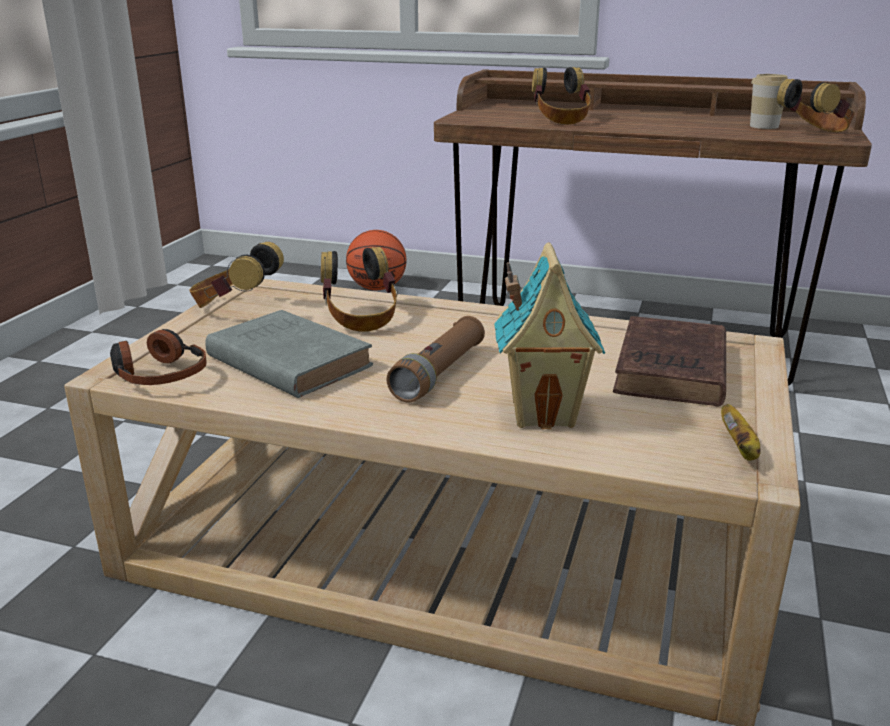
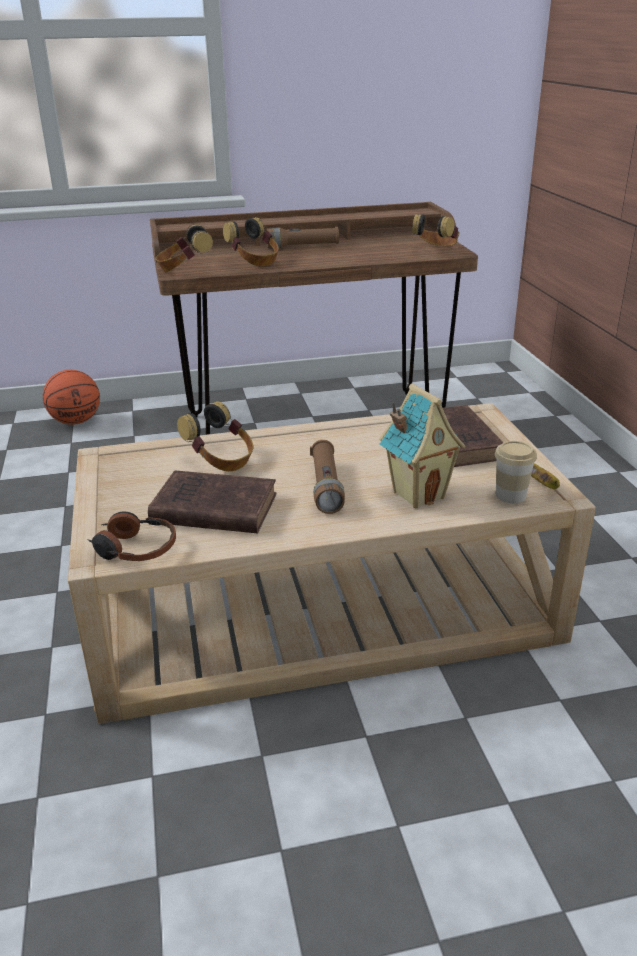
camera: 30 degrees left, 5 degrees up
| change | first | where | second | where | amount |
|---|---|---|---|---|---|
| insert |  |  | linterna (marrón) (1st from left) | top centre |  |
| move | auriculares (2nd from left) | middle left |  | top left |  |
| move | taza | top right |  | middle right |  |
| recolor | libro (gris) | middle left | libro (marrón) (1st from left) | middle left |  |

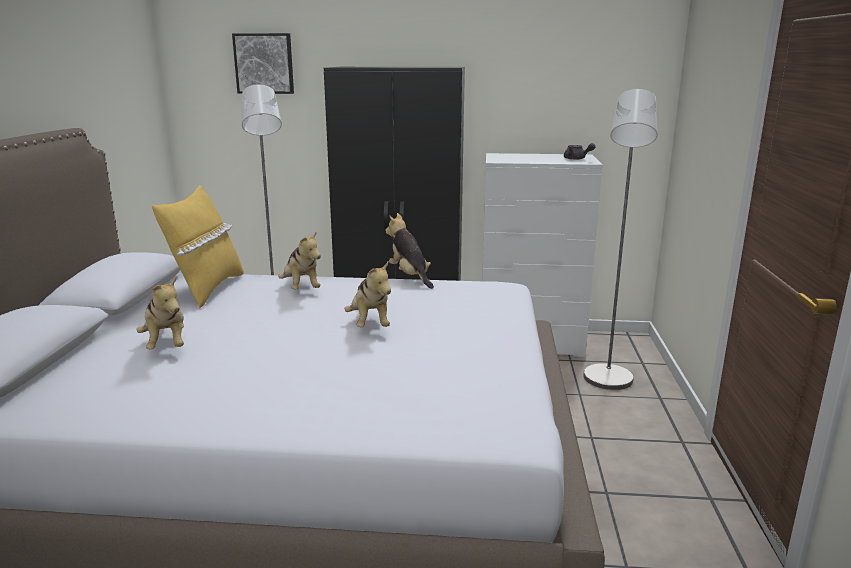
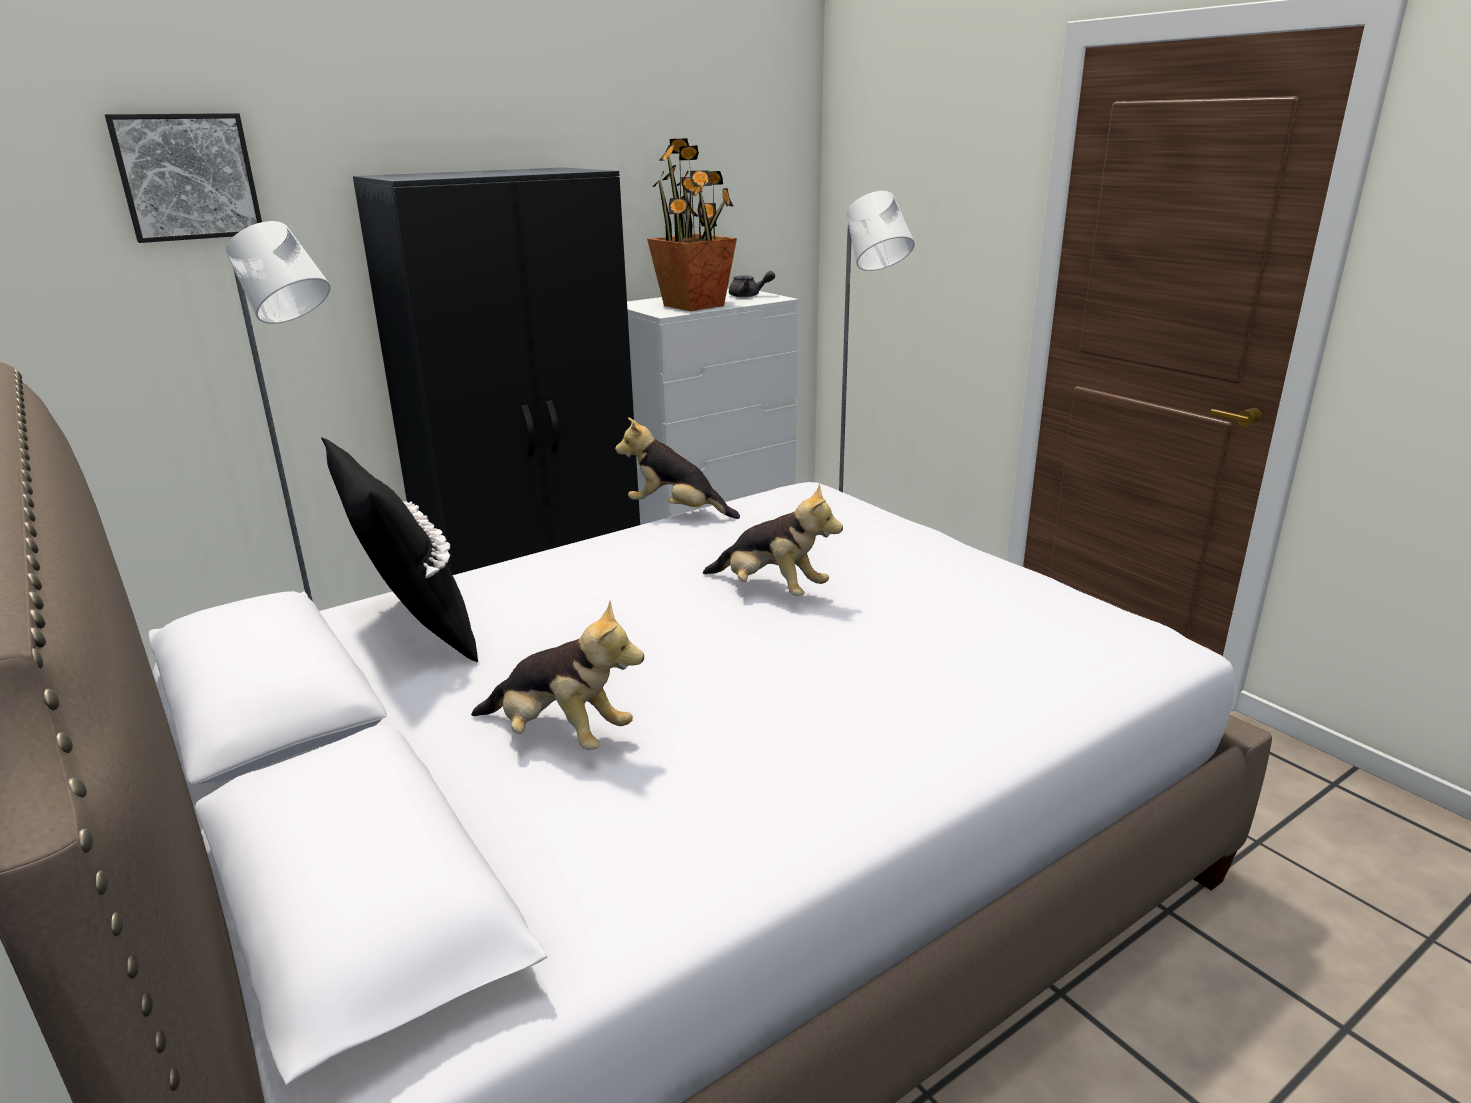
camera: 40 degrees left, 5 degrees up
| change | first | where | second | where | amount |
|---|---|---|---|---|---|
| delete | peluche (2nd from left) | centre |  |  |  |
| insert |  |  | planta en maceta | top centre |  |
| recolor | cojín (amarillo) | middle left | cojín (negro) | middle left |  |

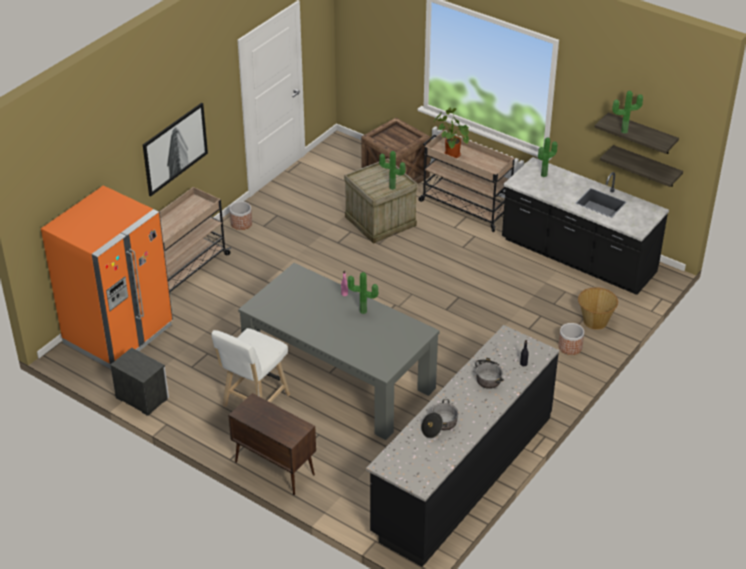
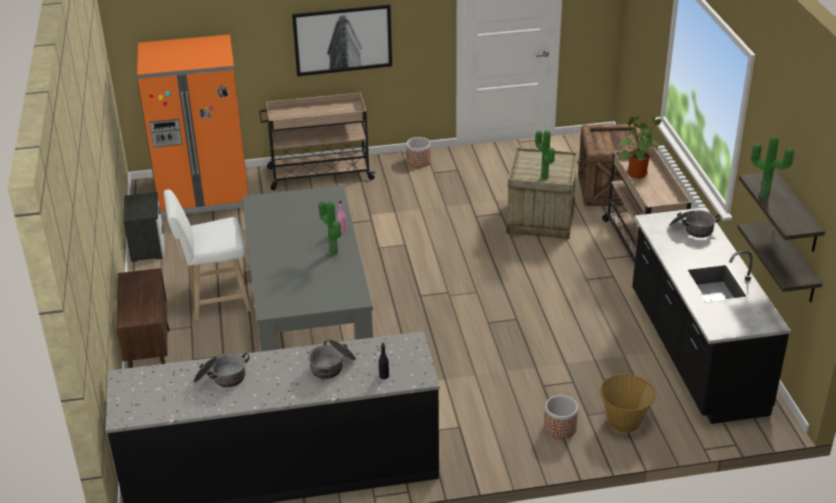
camera: 45 degrees right, 5 degrees down
| change | first | where | second | where | amount |
|---|---|---|---|---|---|
| replace | planta en maceta (4th from left) | top right | olla (3rd from left) | middle right |  |

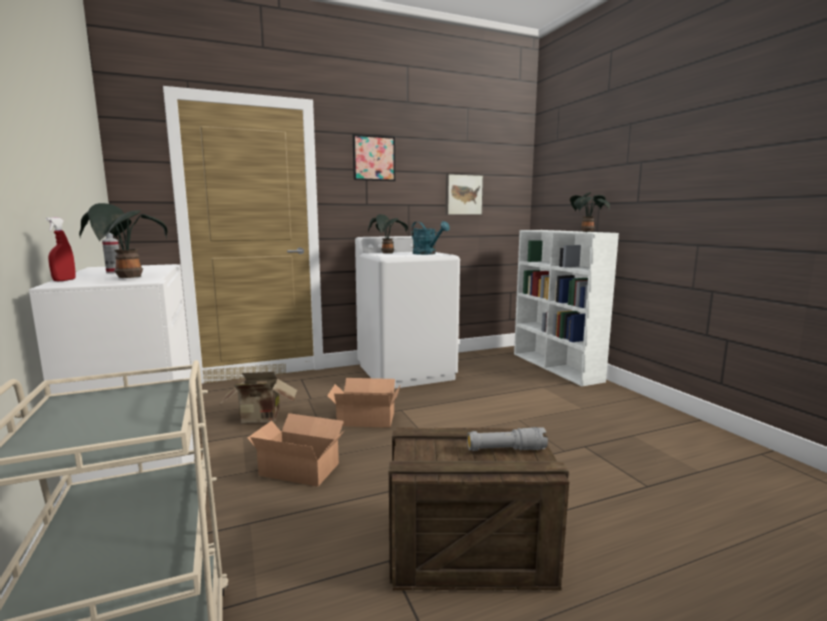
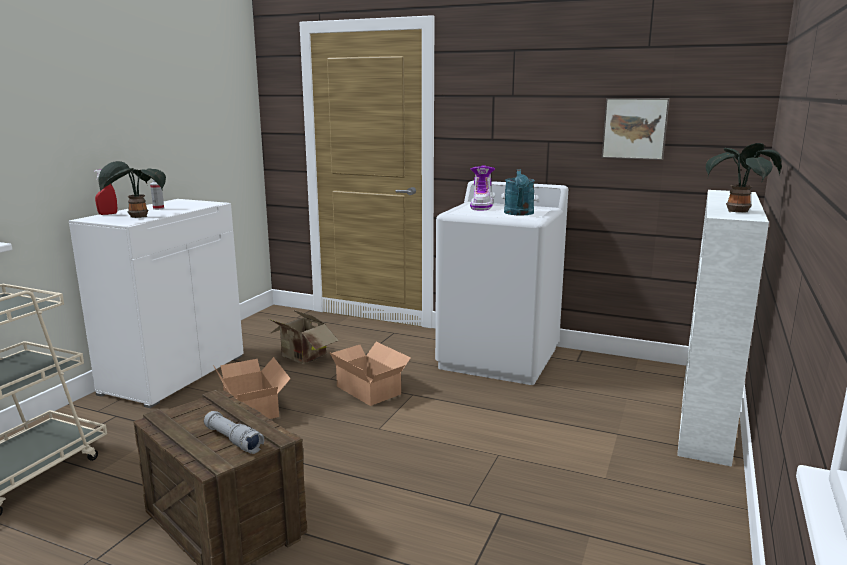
camera: 45 degrees right, 5 degrees up
| change | first | where | second | where | amount |
|---|---|---|---|---|---|
| delete | cuadro (1st from left) | top centre |  |  |  |
| replace | planta en maceta (2nd from left) | centre | bota | top centre |  |

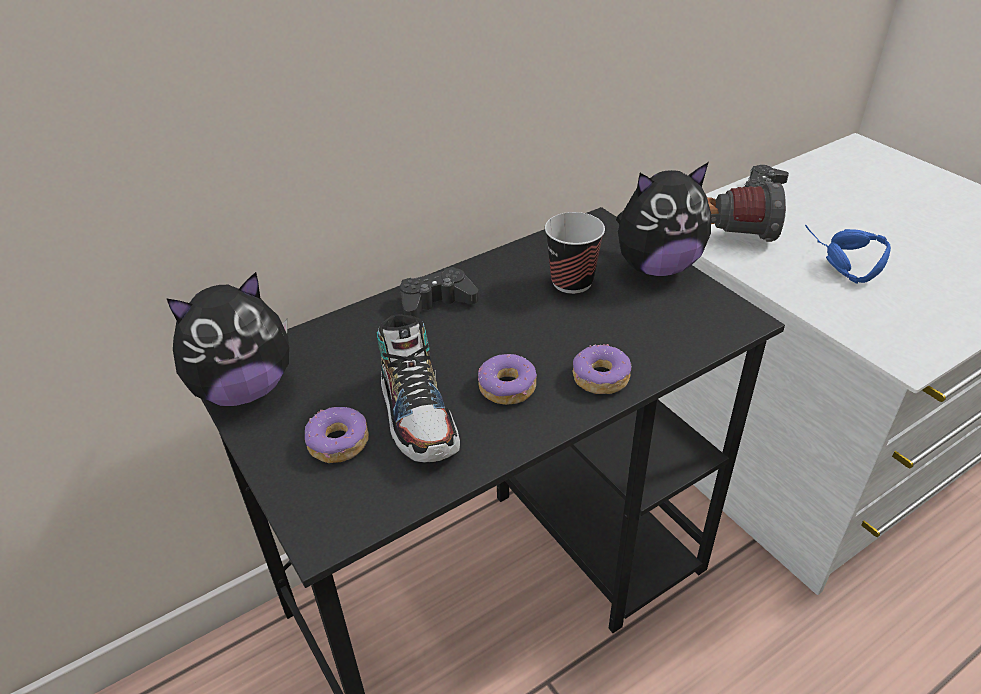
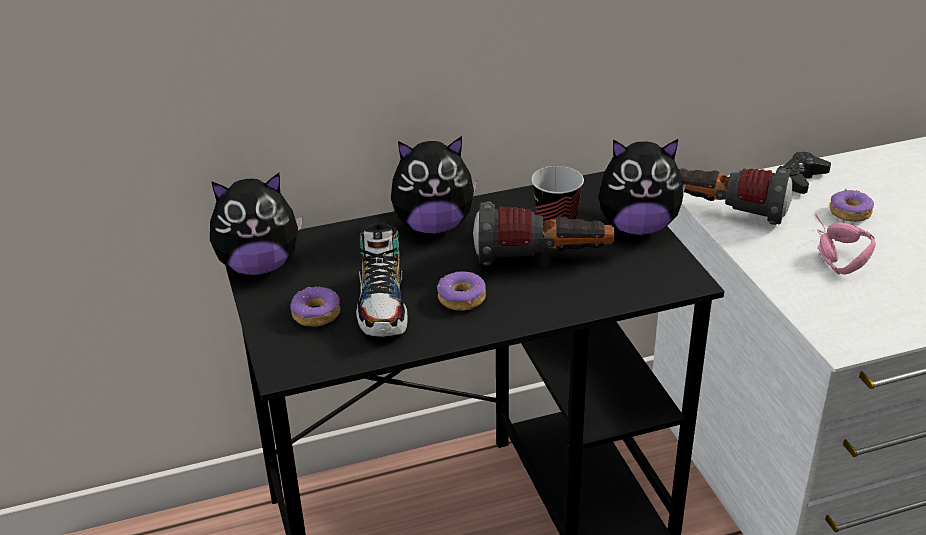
camera: 15 degrees right, 5 degrees down
| change | first | where | second | where | amount |
|---|---|---|---|---|---|
| insert |  |  | linterna (1st from left) | centre |  |
| move | rosquilla (3rd from left) | centre |  | middle right |  |
| replace | mando de consola (negro) (1st from left) | centre | peluche (2nd from left) | centre |  |
| recolor | auriculares (azul) | middle right | auriculares (rosa) | middle right |  |

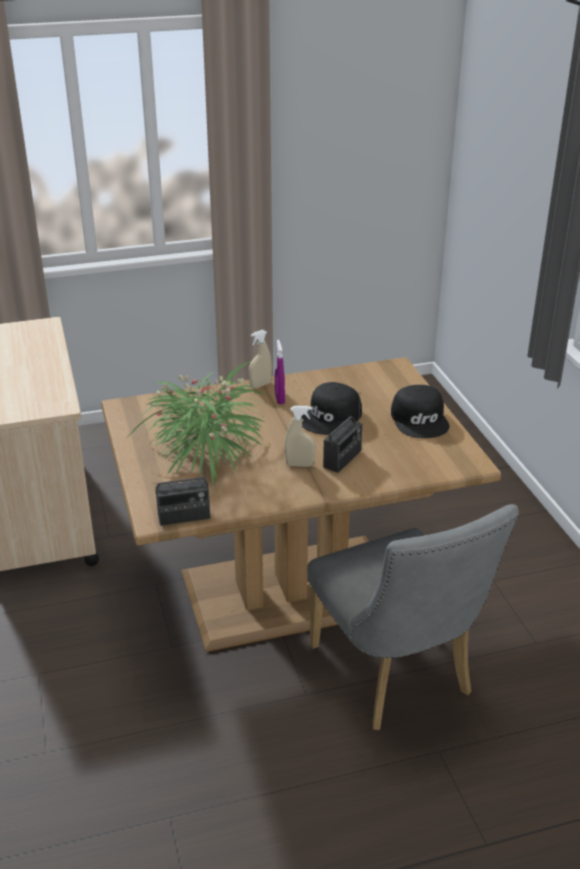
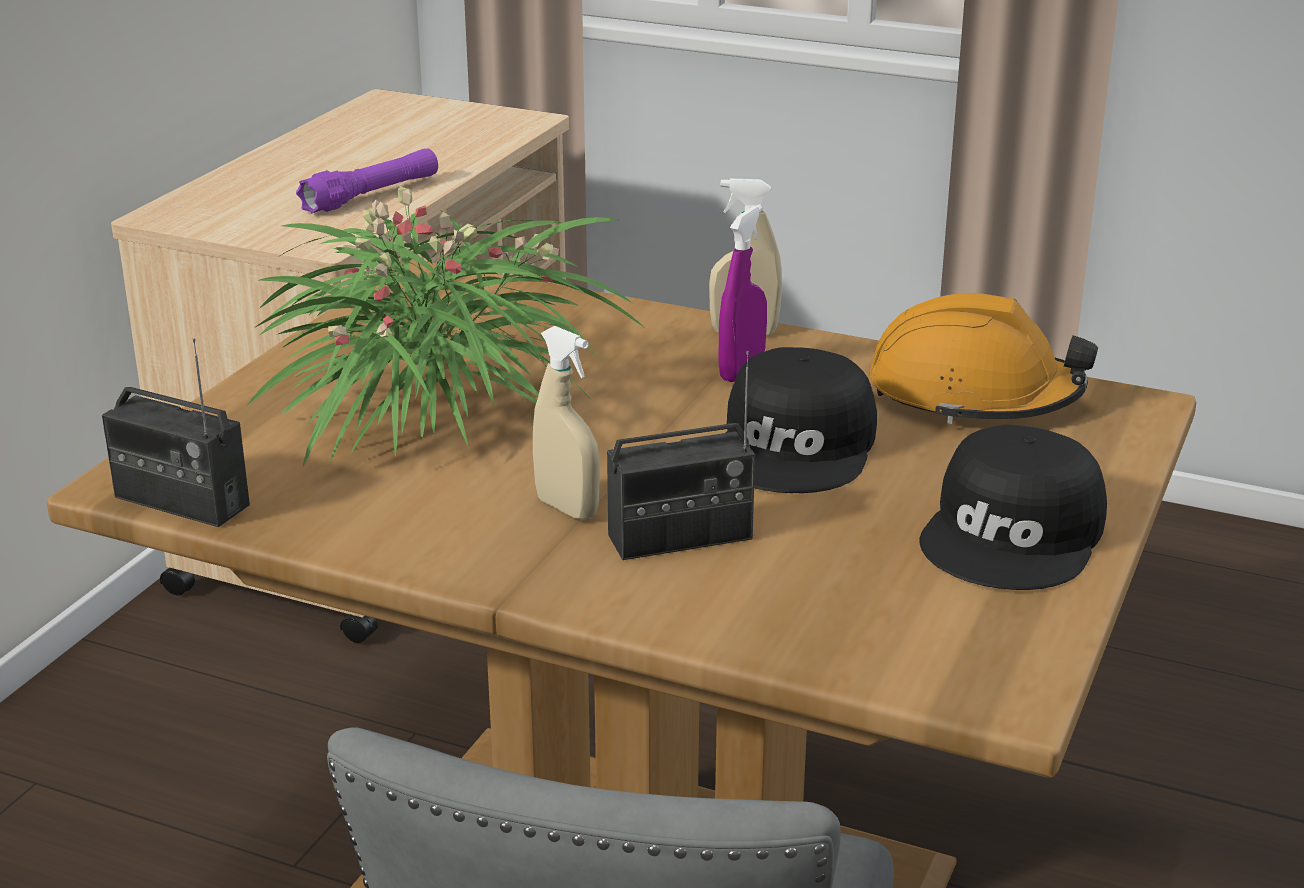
camera: 40 degrees right, 5 degrees down
| change | first | where | second | where | amount |
|---|---|---|---|---|---|
| insert |  |  | linterna (morado) | top left |  |
| insert |  |  | casco (naranja) | middle right |  |
| rotate | gorra (negro) (1st from left) | centre |  | centre | 60 degrees counterclockwise |

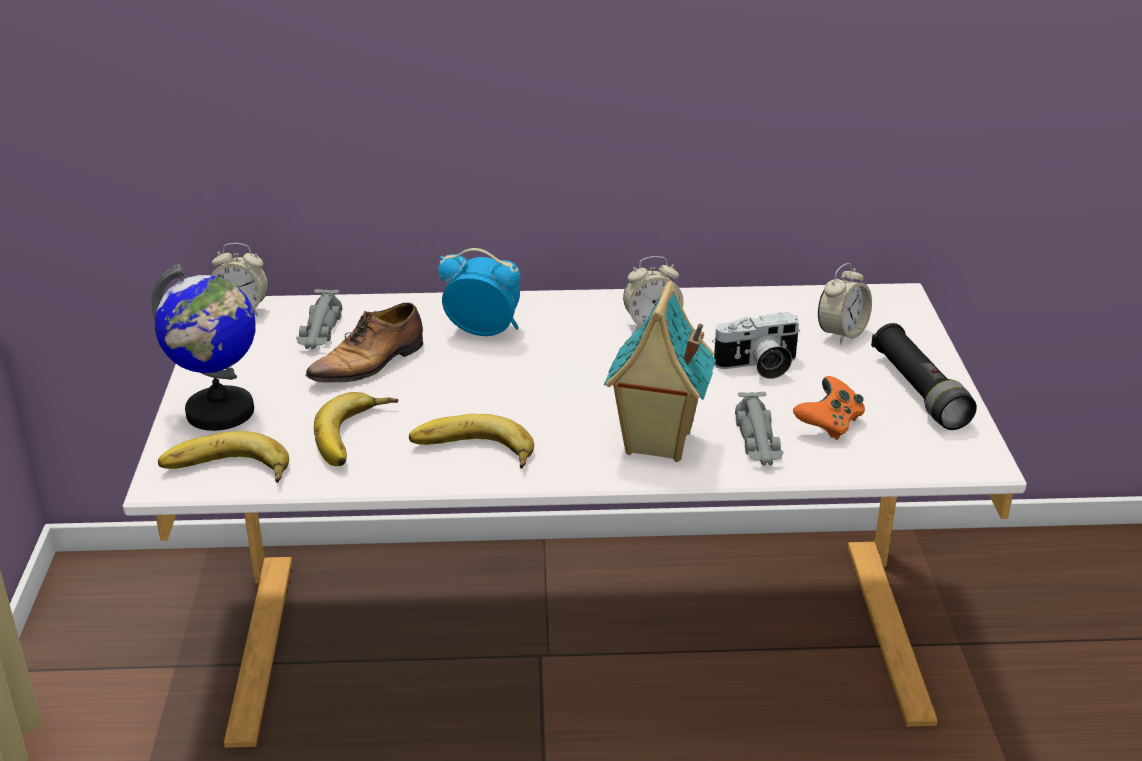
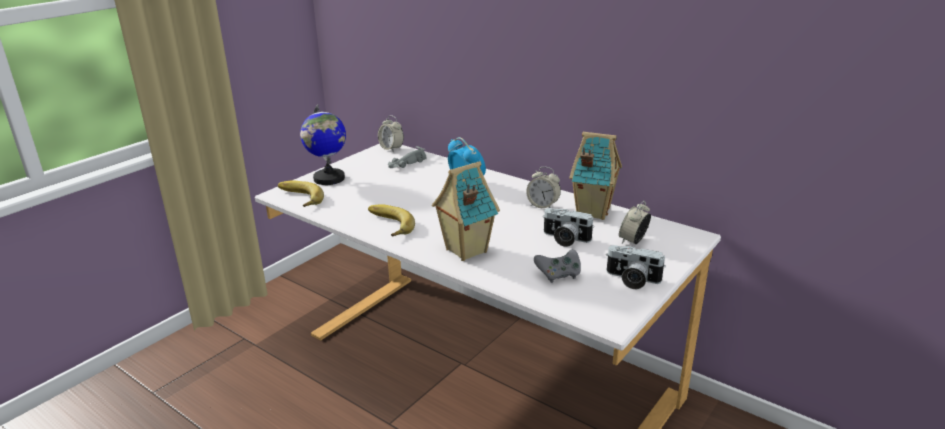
camera: 40 degrees right, 5 degrees down
| change | first | where | second | where | amount |
|---|---|---|---|---|---|
| delete | zapato | middle left |  |  |  |
| delete | plátano (2nd from left) | middle left |  |  |  |
| delete | coche de juguete (gris) (2nd from left) | centre |  |  |  |
| insert |  |  | casita (2nd from left) | centre |  |
| replace | linterna (negro) | middle right | cámara (2nd from left) | middle right |  |
| recolor | mando de consola (naranja) | middle right | mando de consola (gris) | centre |  |
| rotate | despertador (4th from left) | middle right |  | middle right | 135 degrees clockwise |

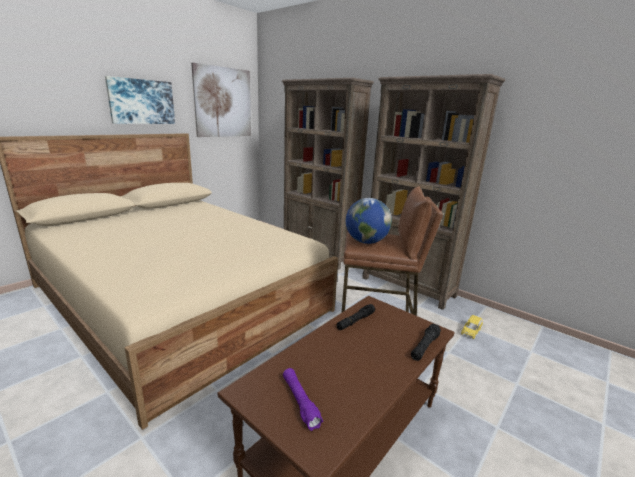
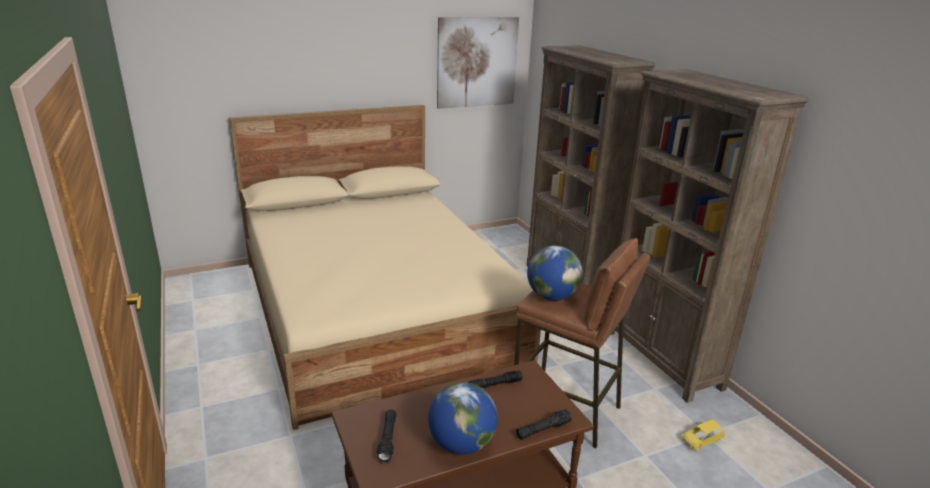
camera: 25 degrees right, 5 degrees up
| change | first | where | second | where | amount |
|---|---|---|---|---|---|
| delete | cuadro (1st from left) | top left |  |  |  |
| insert |  |  | globo terráqueo (1st from left) | bottom centre |  |
| recolor | linterna (morado) | bottom centre | linterna (negro) (1st from left) | bottom centre |  |

